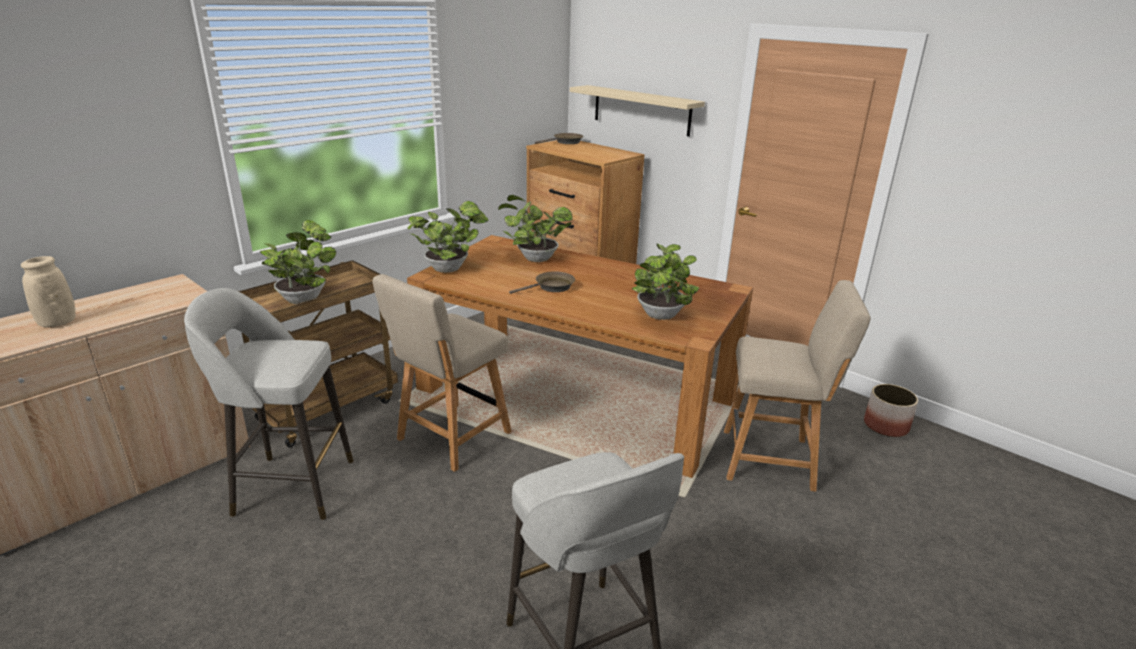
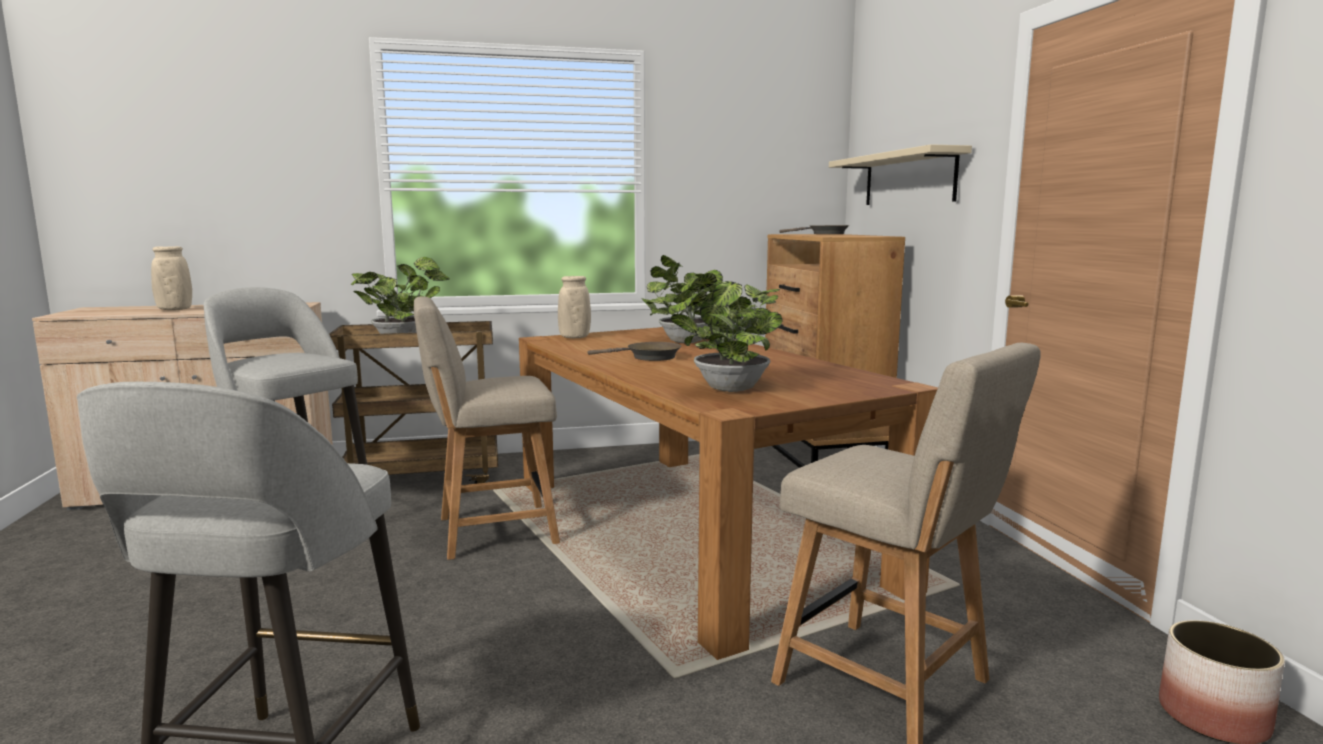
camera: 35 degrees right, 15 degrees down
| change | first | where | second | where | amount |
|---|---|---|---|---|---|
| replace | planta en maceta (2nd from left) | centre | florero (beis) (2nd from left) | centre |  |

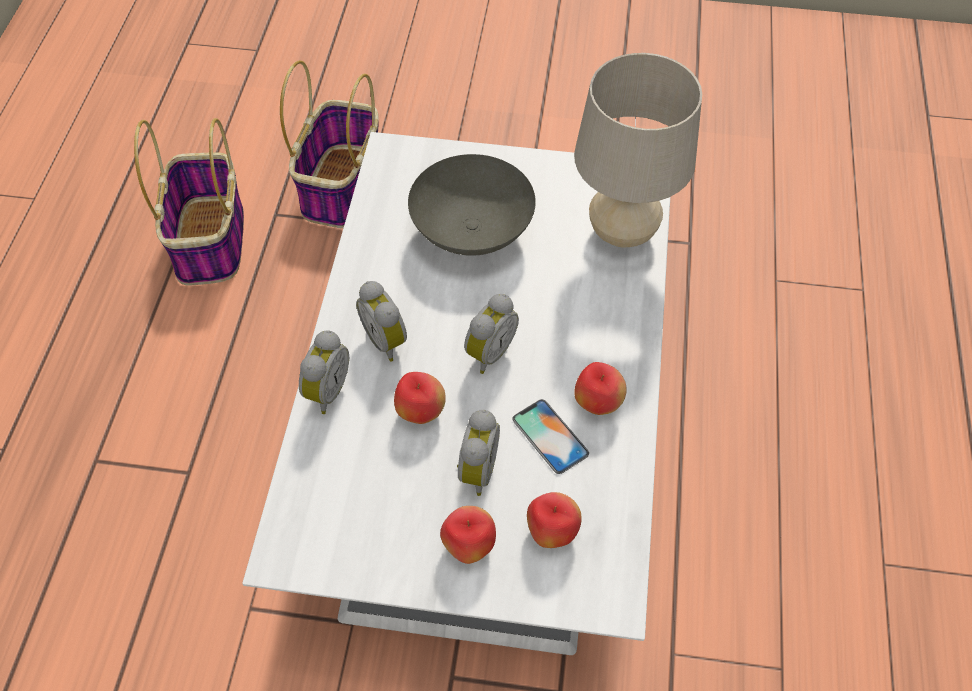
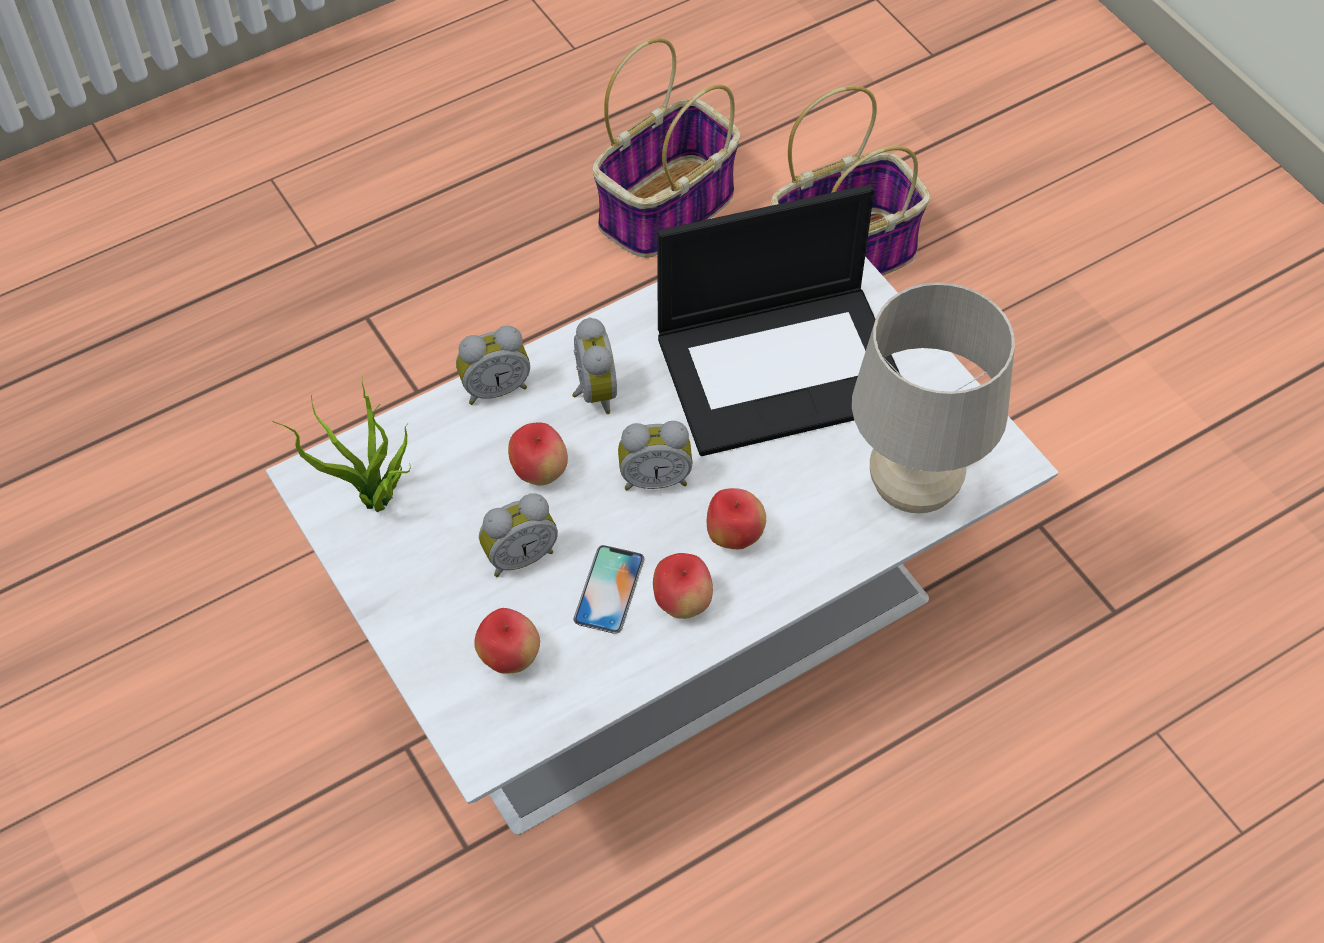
camera: 50 degrees right, 0 degrees up
| change | first | where | second | where | amount |
|---|---|---|---|---|---|
| insert |  |  | planta en maceta | middle left |  |
| move | manzana (2nd from left in the first image) | bottom centre | manzana (4th from left) | centre |  |
| replace | cuenco (gris) | top centre | portátil | centre |  |
| rotate | despertador (2nd from left in the first image) | centre | despertador (3rd from left) | centre | 150 degrees clockwise |

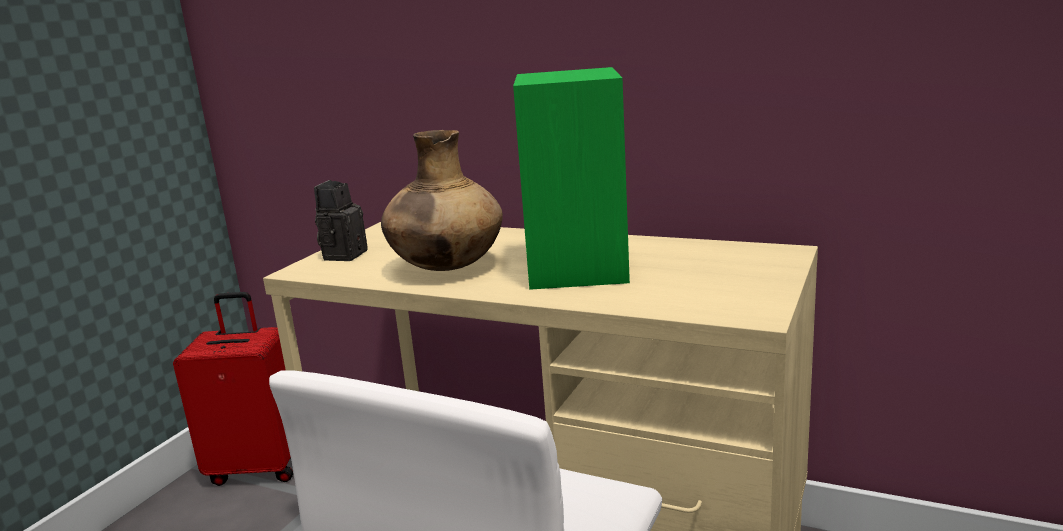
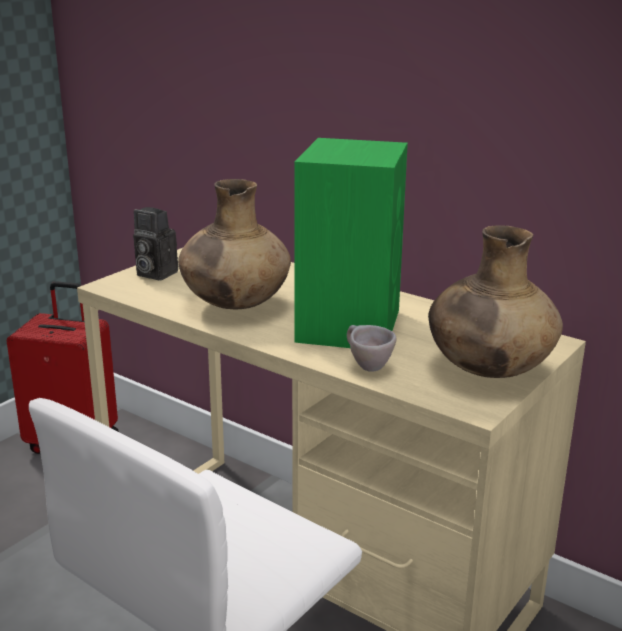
camera: 10 degrees right, 5 degrees up
| change | first | where | second | where | amount |
|---|---|---|---|---|---|
| insert |  |  | taza (beis) | centre |  |
| insert |  |  | florero (marrón) (2nd from left) | middle right |  |
| rotate | cámara | middle left |  | middle left | 90 degrees counterclockwise |

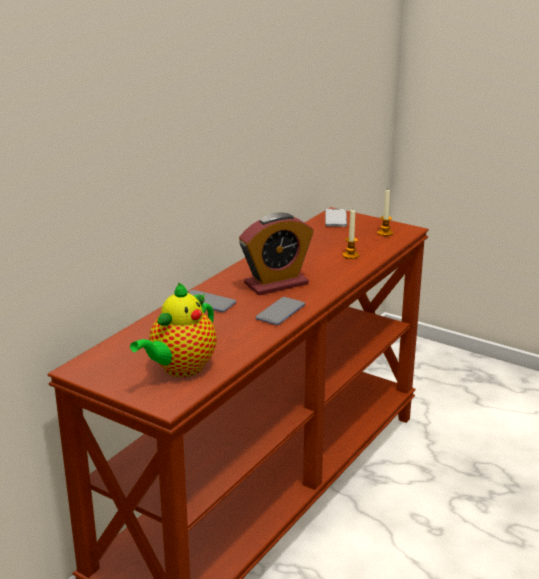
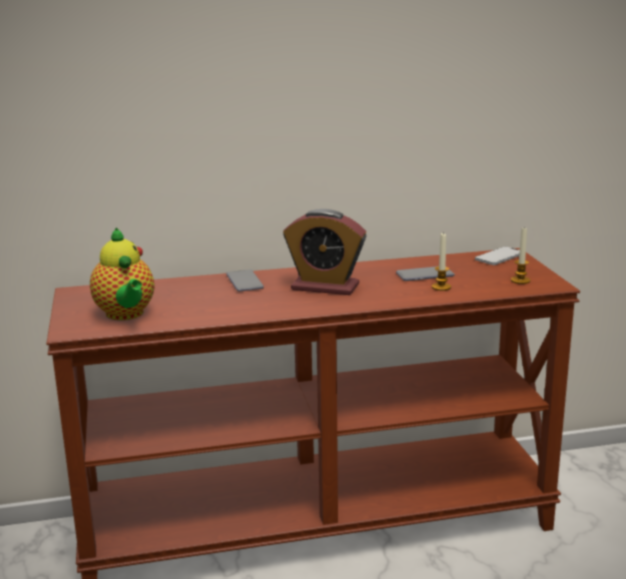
camera: 45 degrees right, 5 degrees down
| change | first | where | second | where | amount |
|---|---|---|---|---|---|
| move | móvil (2nd from left) | centre |  | middle right |  |
| rotate | tetera | middle left |  | middle left | 105 degrees counterclockwise |

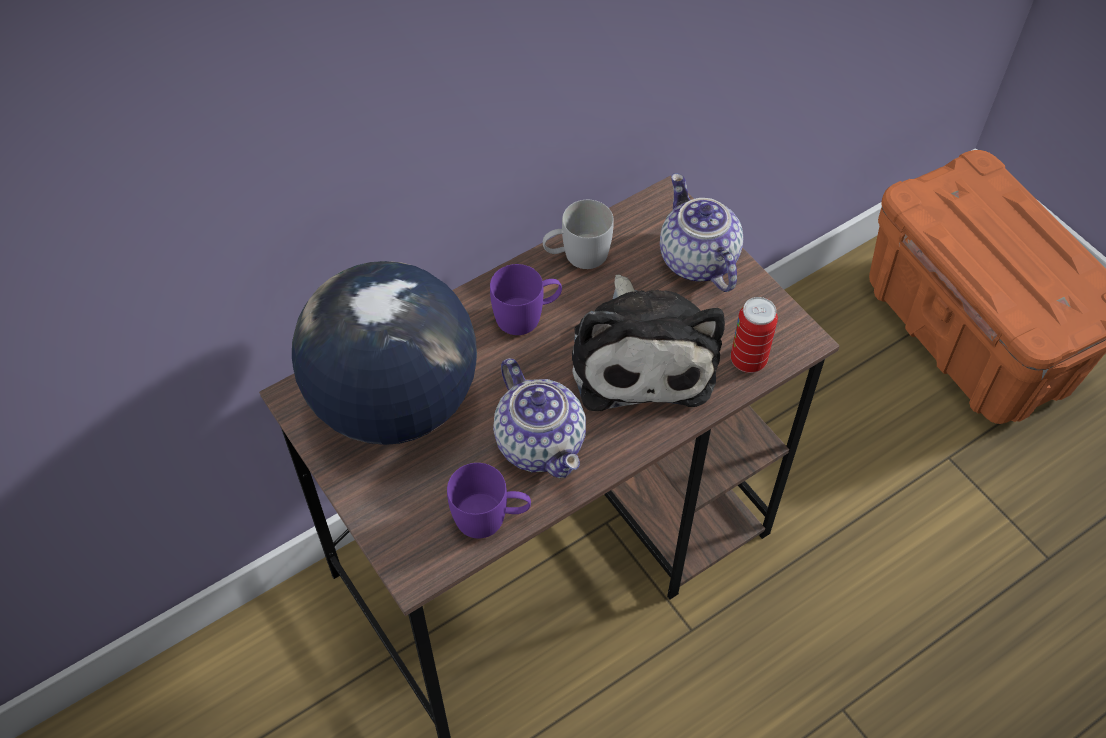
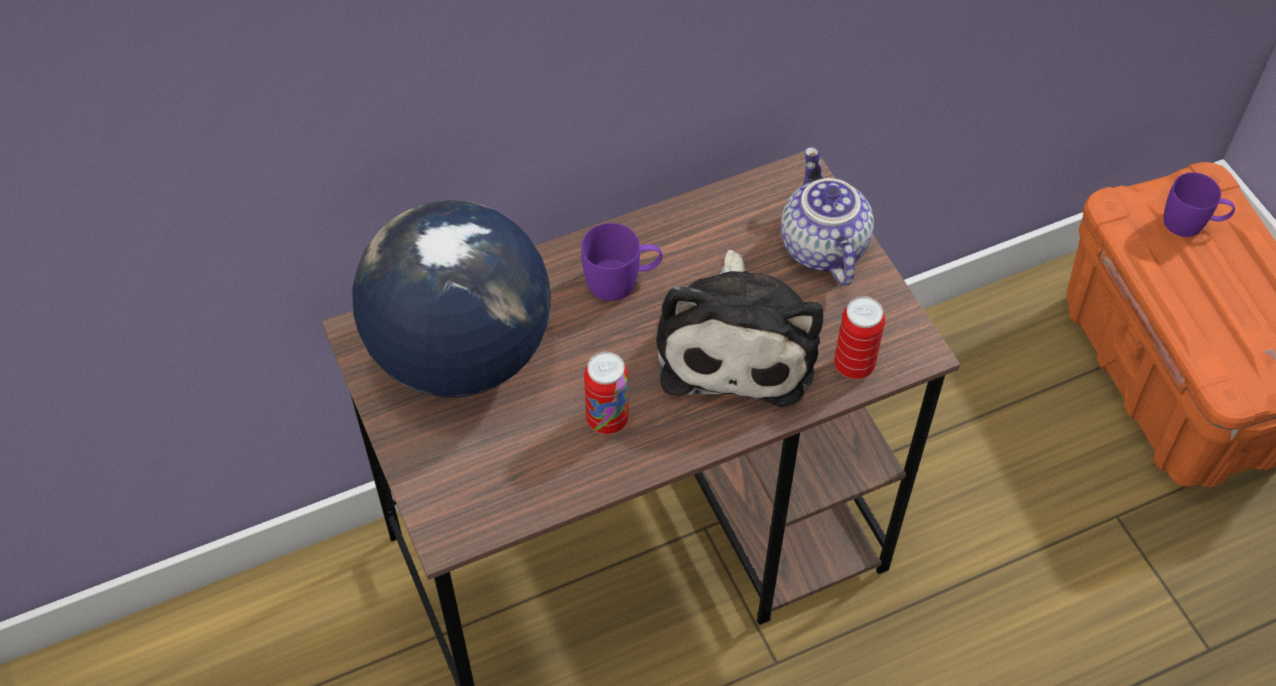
camera: 10 degrees right, 0 degrees up
| change | first | where | second | where | amount |
|---|---|---|---|---|---|
| delete | taza grande (blanco) | top centre |  |  |  |
| move | taza grande (morado) (1st from left in the first image) | bottom centre | taza grande (morado) (2nd from left) | top right |  |
| replace | tetera (1st from left) | centre | lata (1st from left) | centre |  |

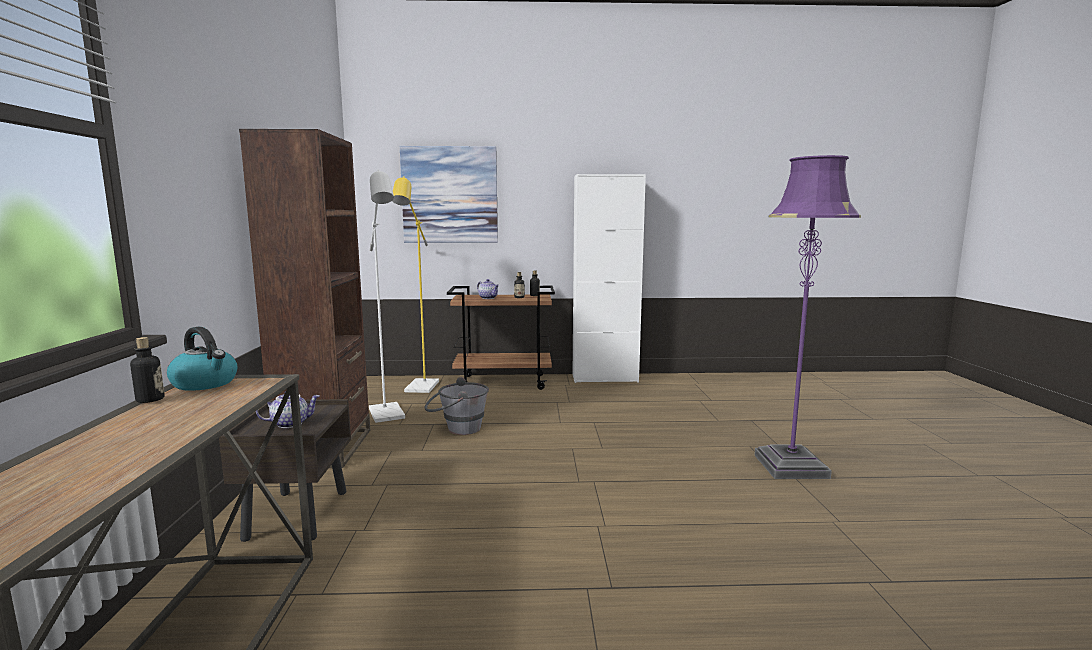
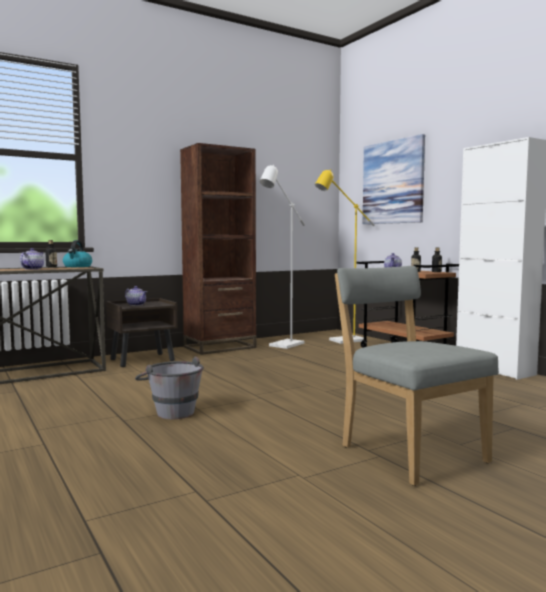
camera: 60 degrees right, 5 degrees down
| change | first | where | second | where | amount |
|---|---|---|---|---|---|
| insert |  |  | tetera (1st from left) | middle left |  |
| move | cubo (gris) | centre |  | middle left |  |
| replace | lámpara de pie (morado) | middle right | silla (gris) | middle right |  |

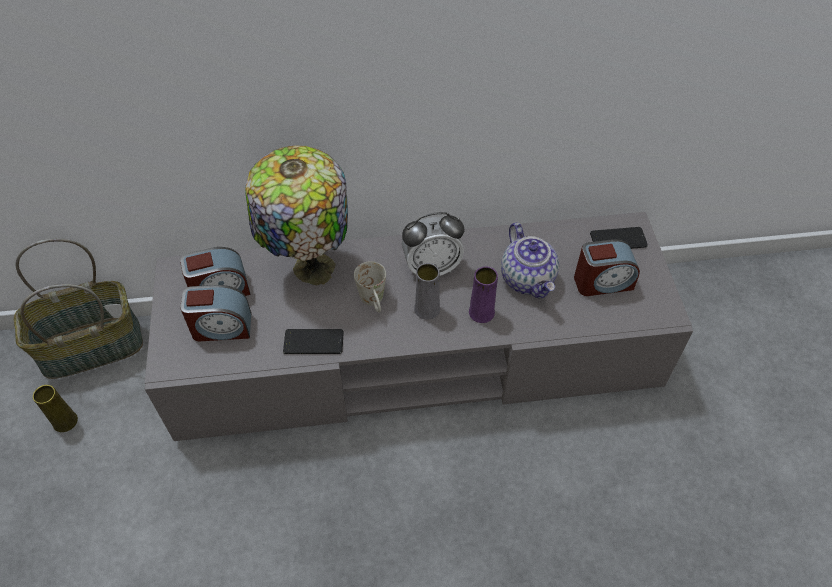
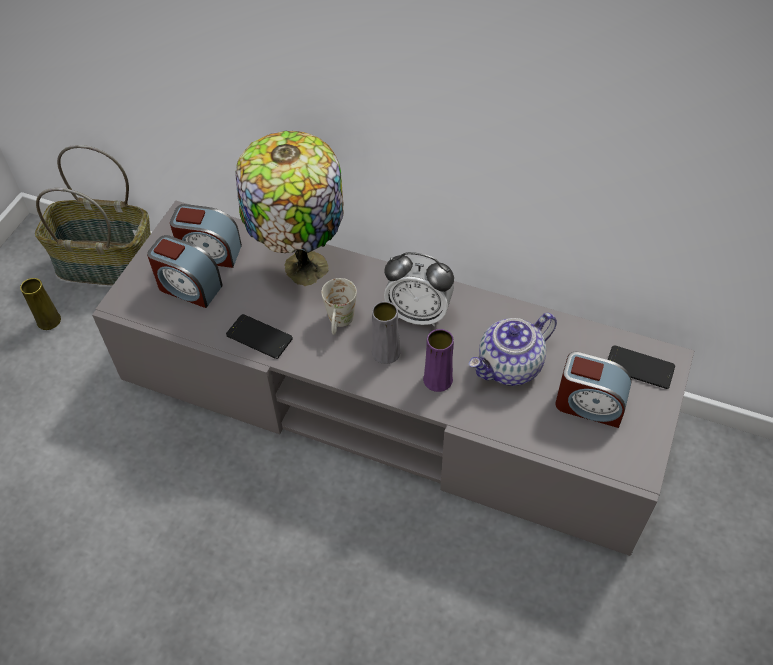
camera: 30 degrees right, 0 degrees up
| change | first | where | second | where | amount |
|---|---|---|---|---|---|
| rotate | tetera | centre |  | centre | 45 degrees clockwise |

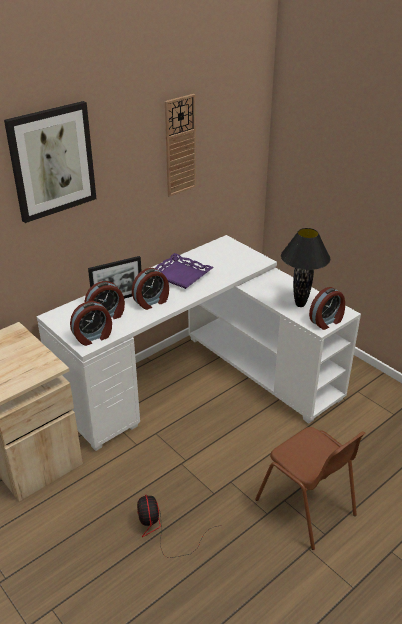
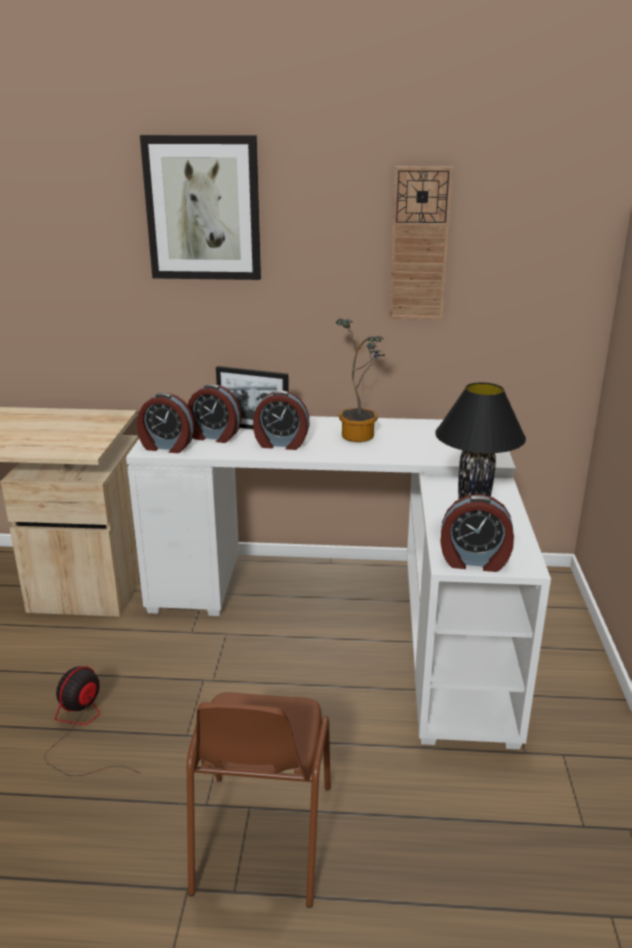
camera: 45 degrees right, 10 degrees down
| change | first | where | second | where | amount |
|---|---|---|---|---|---|
| replace | bandeja (morado) | centre | planta en maceta | centre |  |

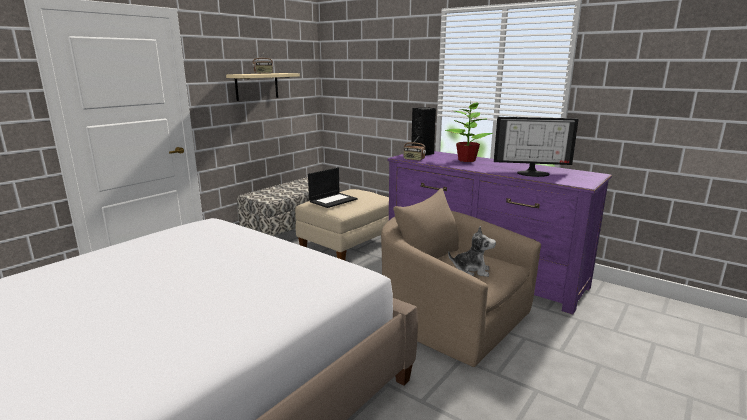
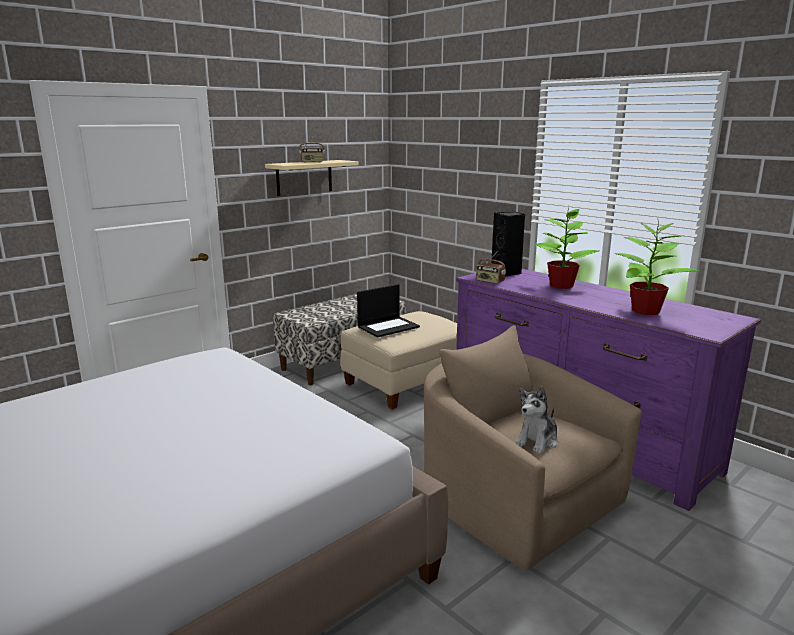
camera: 10 degrees right, 0 degrees up
| change | first | where | second | where | amount |
|---|---|---|---|---|---|
| replace | monitor | middle right | planta en maceta (2nd from left) | middle right |  |
| rotate | peluche | centre |  | middle right | 105 degrees clockwise |

